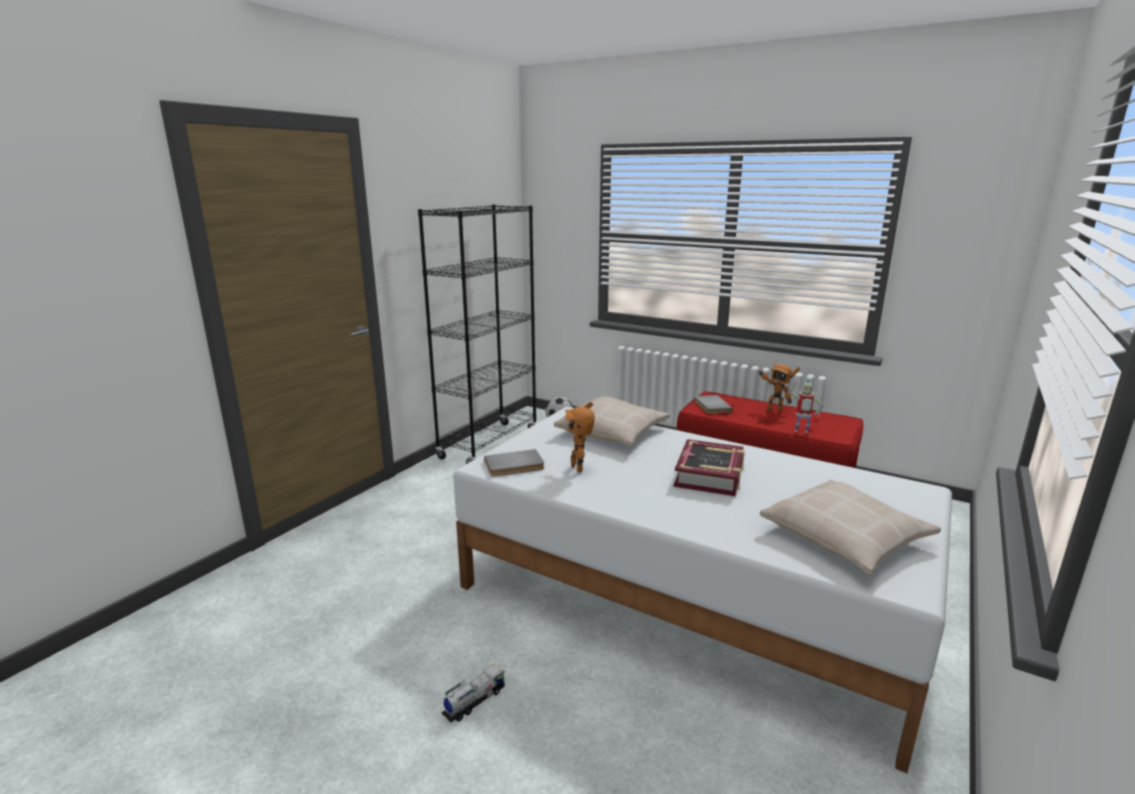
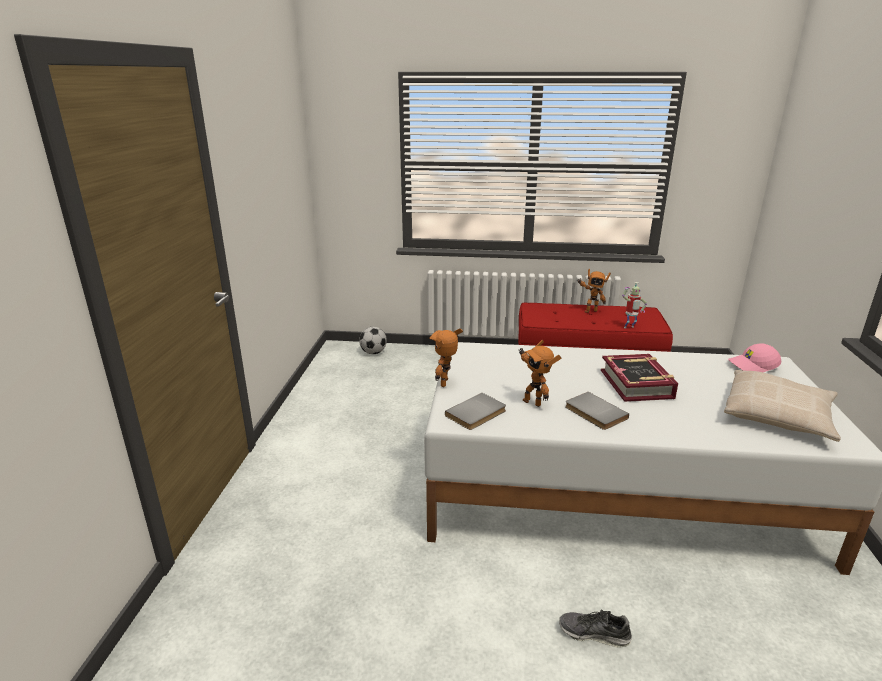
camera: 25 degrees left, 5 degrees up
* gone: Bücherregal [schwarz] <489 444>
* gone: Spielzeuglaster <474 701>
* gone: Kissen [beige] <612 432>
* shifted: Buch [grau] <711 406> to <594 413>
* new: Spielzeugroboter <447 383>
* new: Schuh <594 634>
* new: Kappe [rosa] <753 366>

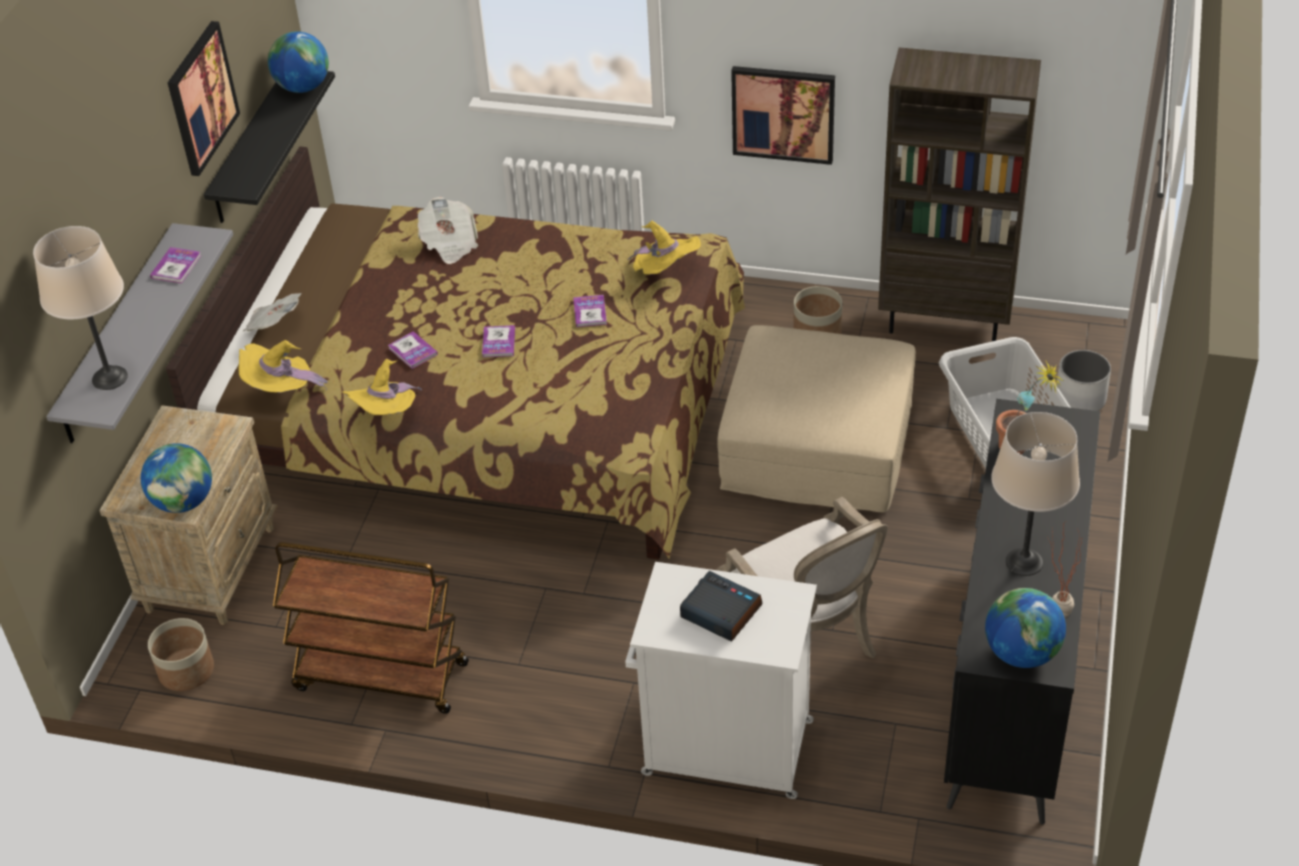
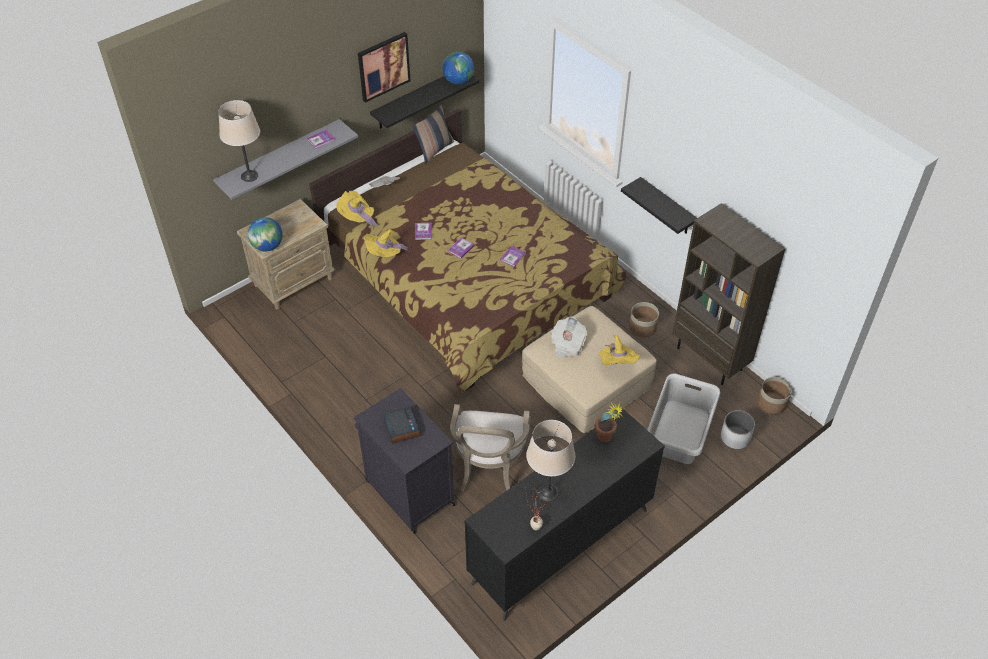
camera: 35 degrees right, 5 degrees up
* shifted: Pflanzkübel <187 670> to <772 403>
* gone: Rollwagen [braun] <379 677>
* shifted: Zeitung <449 244> to <567 344>
* repainted: Schrank [weiß] <724 748> to Schrank [schwarz] <408 491>
* shifted: Hut [gelb] <665 272> to <616 364>
* swapped: Bild <783 113> to Wandregal [schwarz] <667 207>
* gone: Globus <1021 653>
* new: Kissen <434 150>

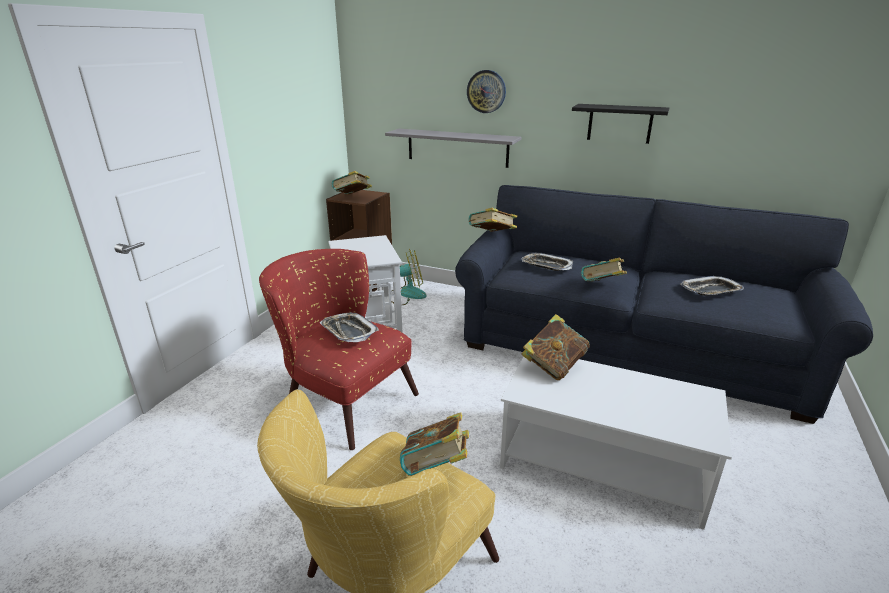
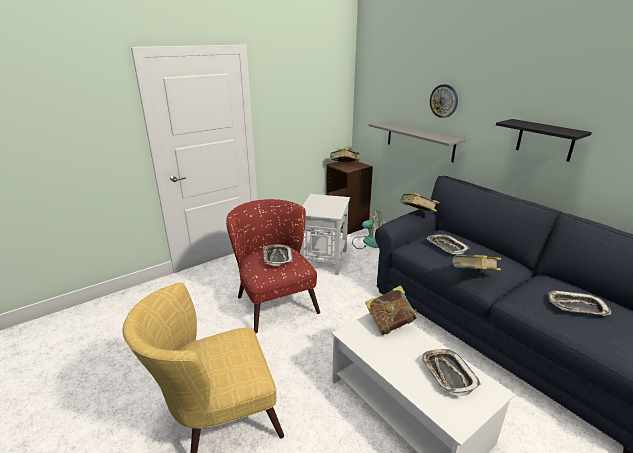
camera: 30 degrees right, 0 degrees up
* gone: Buch <436 468>
* new: Tablett <448 374>

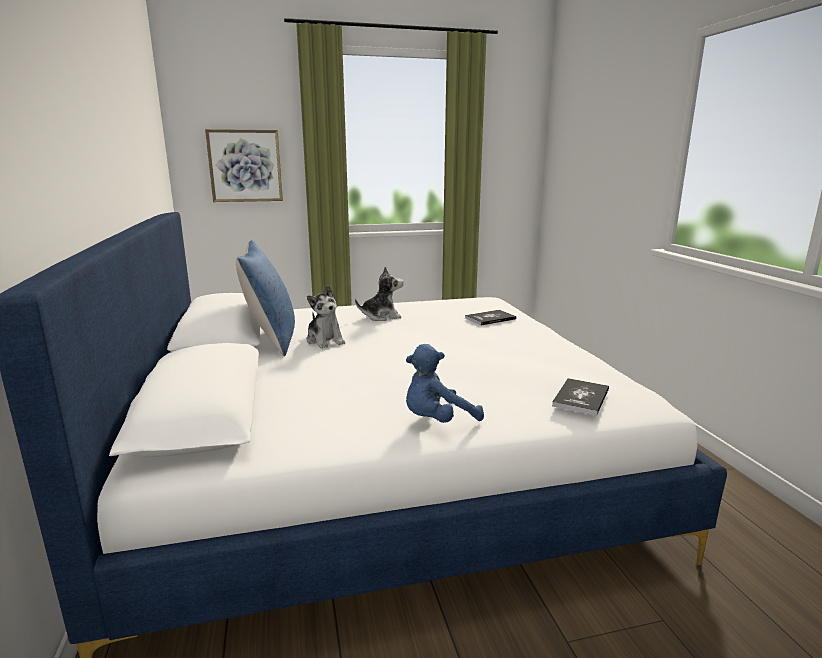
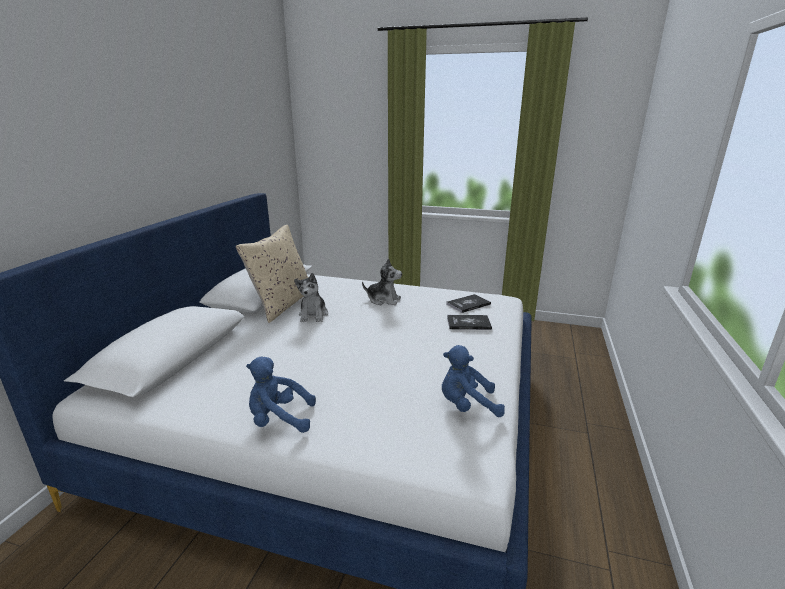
camera: 30 degrees right, 5 degrees up
* gone: Bild <245 166>
* repainted: Kissen [blau] <271 339> to Kissen [beige] <282 304>
* shifted: Buch <581 398> to <468 304>
* new: Plüschtier [blau] <467 406>

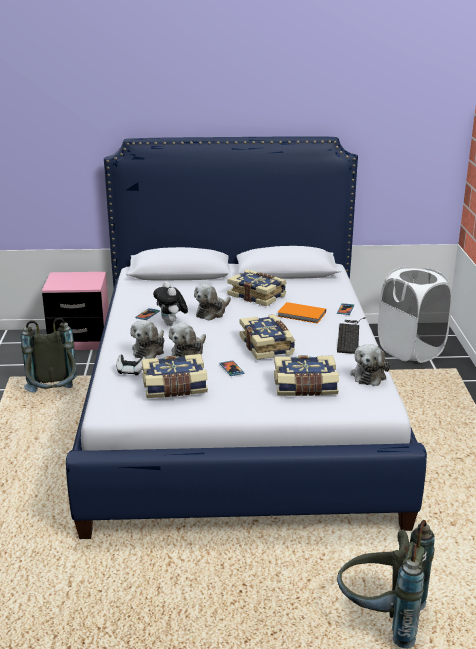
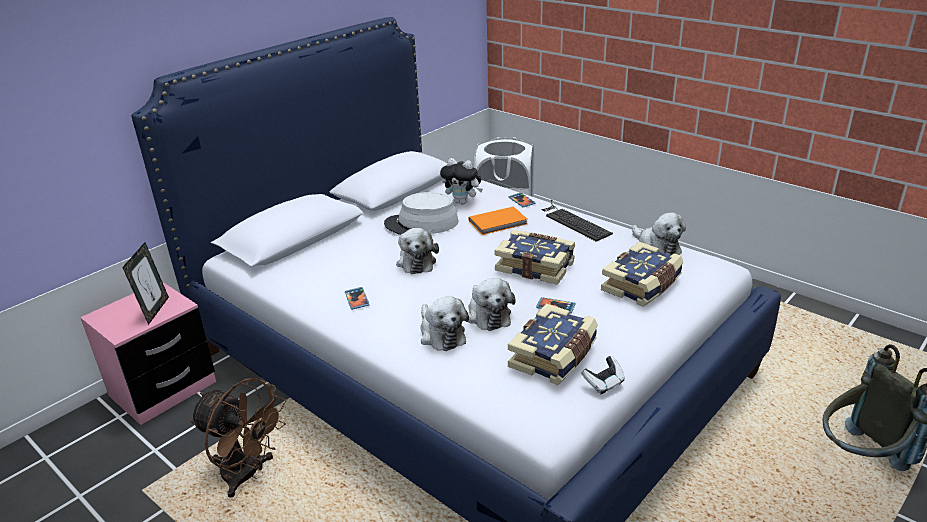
camera: 45 degrees left, 5 degrees up
* swapped: Rucksack [grau] <54 397> to Ventilator [braun] <248 475>
* shifted: Gamepad <130 371> to <603 383>
* shifted: Plüschtier <171 324> to <463 202>
* swapped: Buch <257 295> to Hut [grau] <421 224>
* new: Bilderrahmen <155 310>

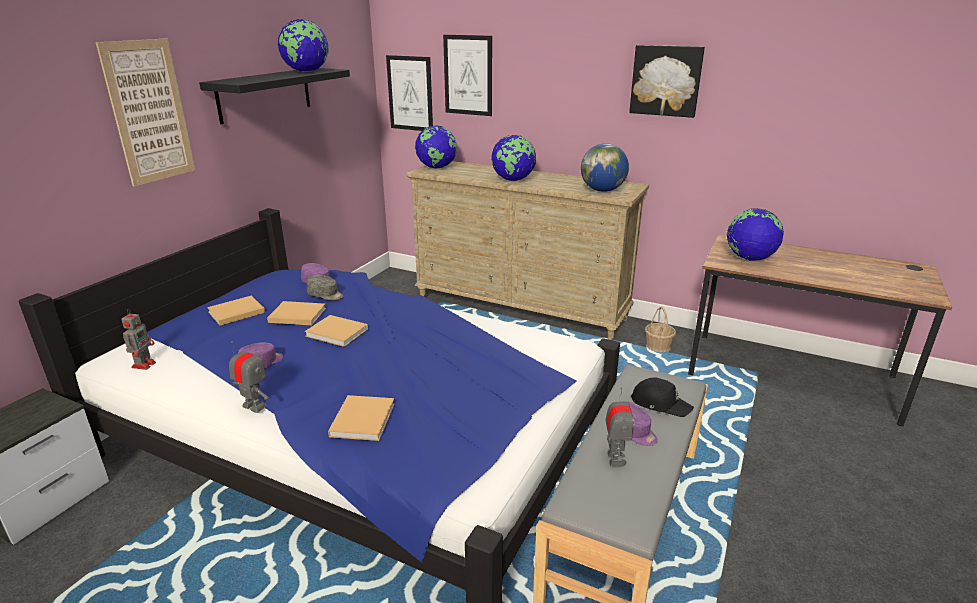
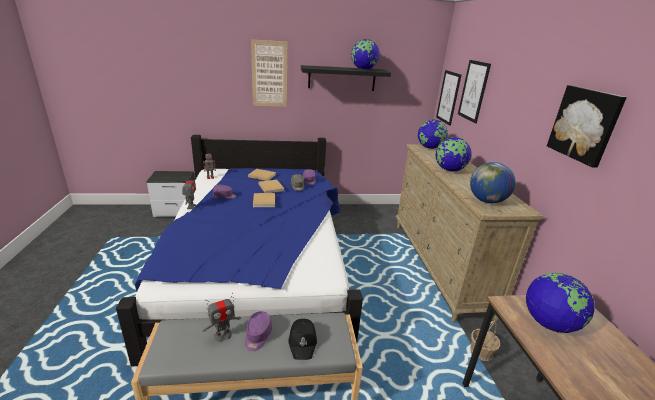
camera: 55 degrees right, 0 degrees up
* gone: Buch [beige] <363 418>

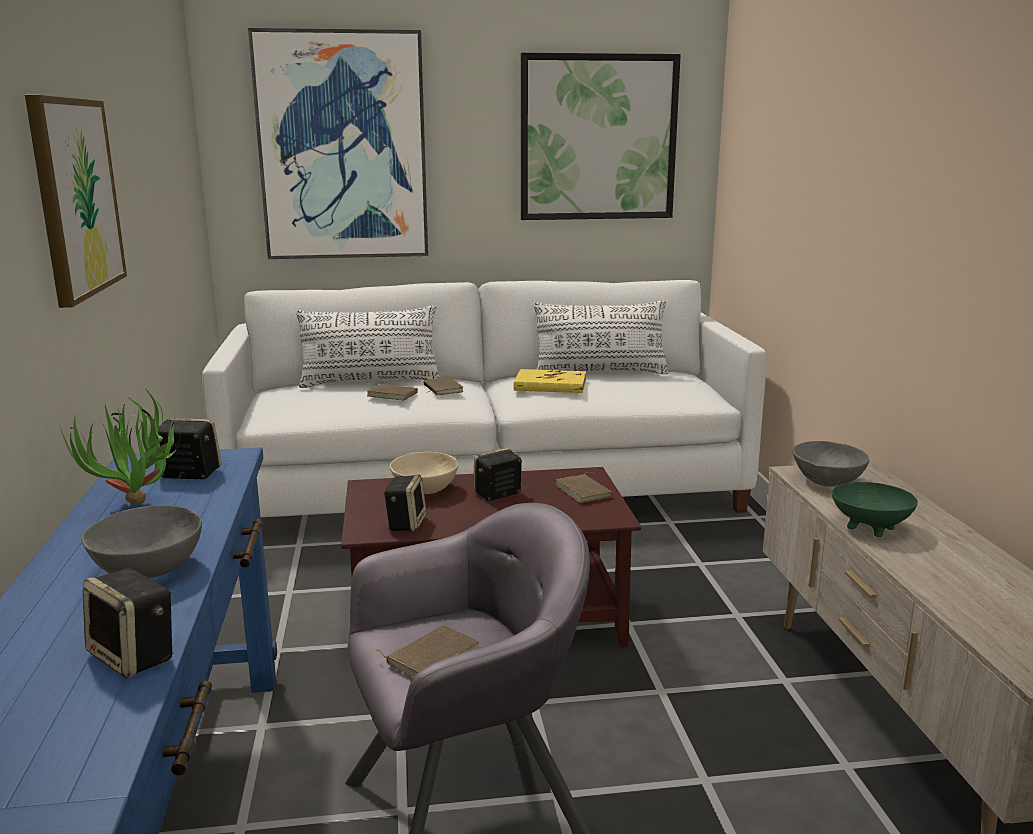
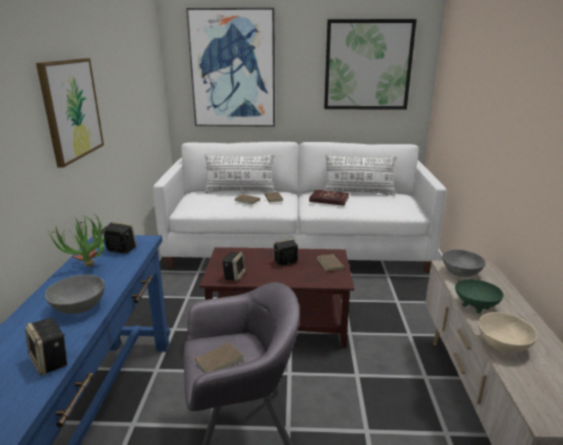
camera: 10 degrees right, 5 degrees up
* shifted: Schüssel [beige] <425 489> to <503 345>
* repainted: Buch [gelb] <550 385> to Buch [rot] <329 199>

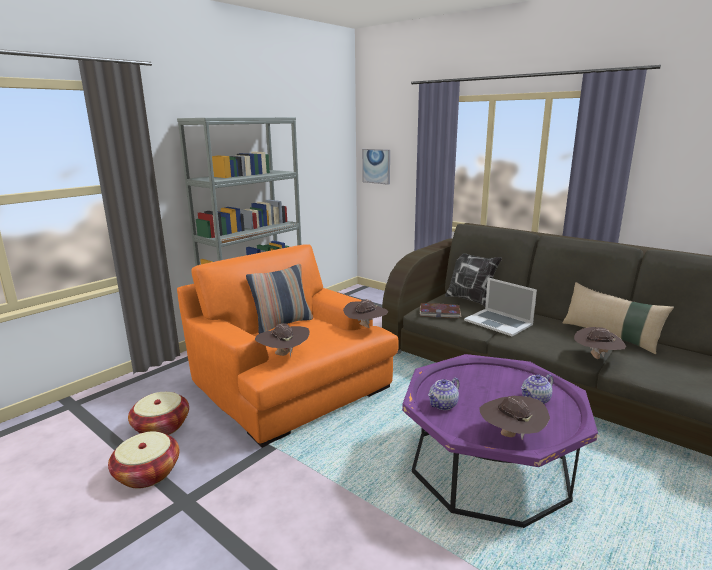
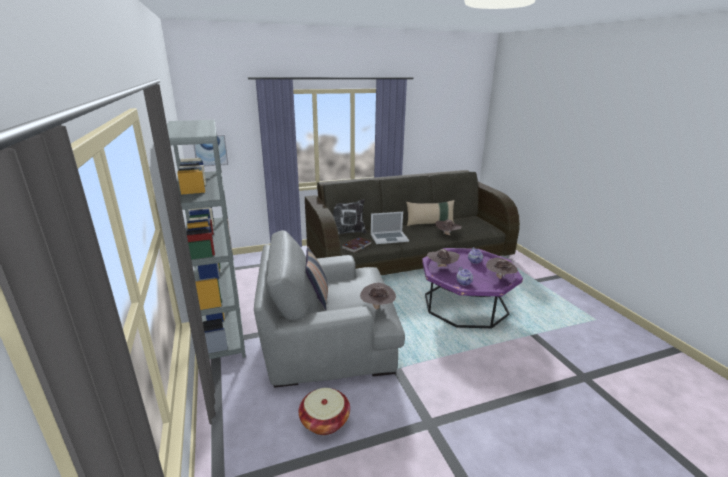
camera: 60 degrees left, 5 degrees up
* gone: Korb <147 473>
* repainted: Sessel [orange] <290 385> to Sessel [grau] <328 339>
* shifted: Hut [braun] <365 327> to <441 267>

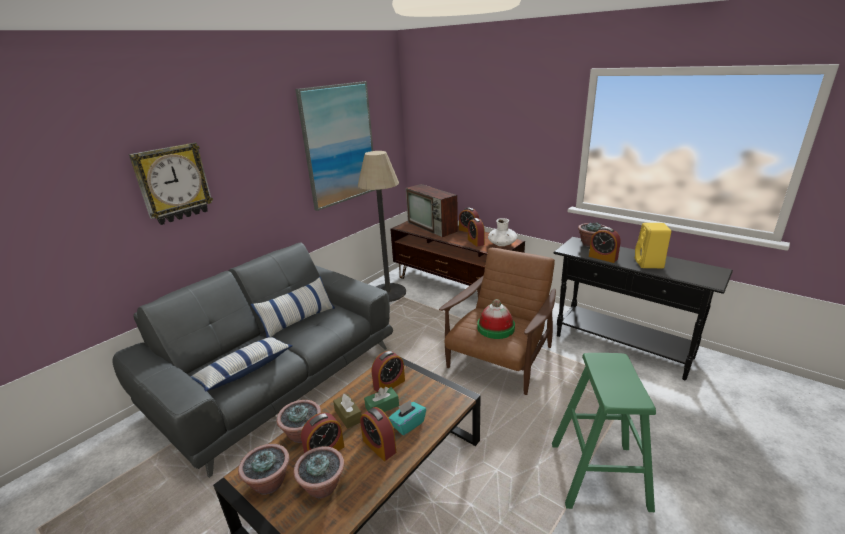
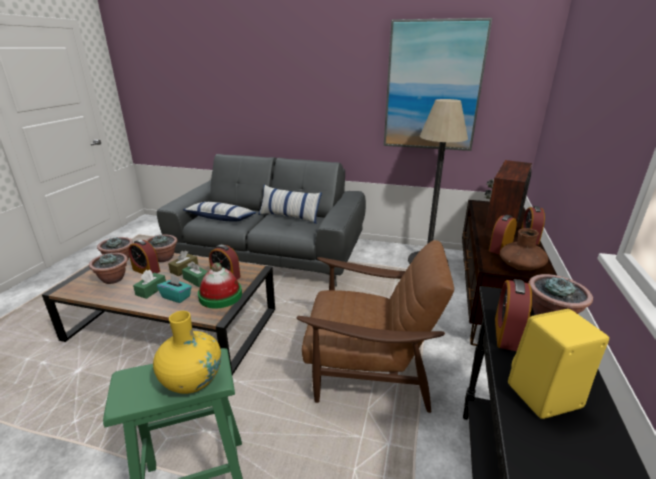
camera: 65 degrees right, 0 degrees up
* gone: Wanduhr <173 183>
* swapped: Wecker <379 446> to Taschentuchbox [grün] <151 290>
* shifted: Hut <495 328> to <220 296>
* repainted: Vase [weiß] <502 244> to Vase [braun] <520 266>
* new: Vase [gelb] <192 380>

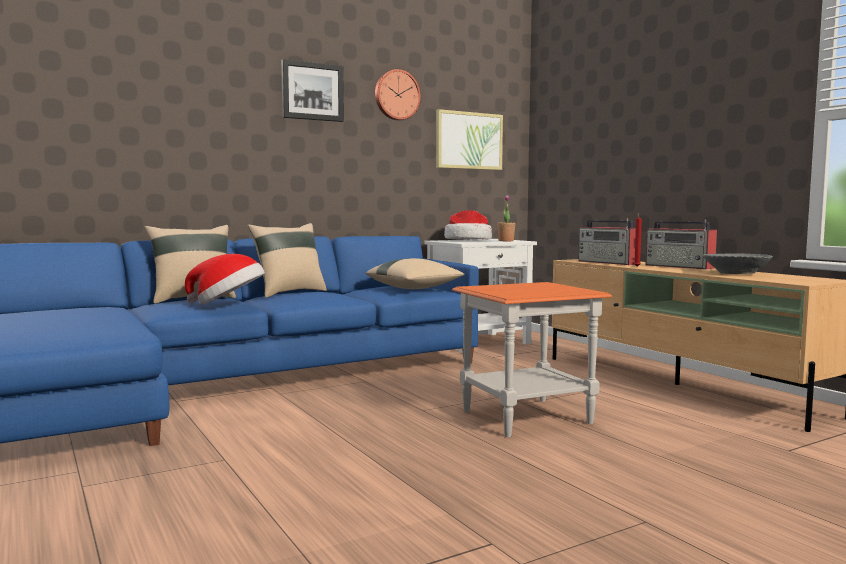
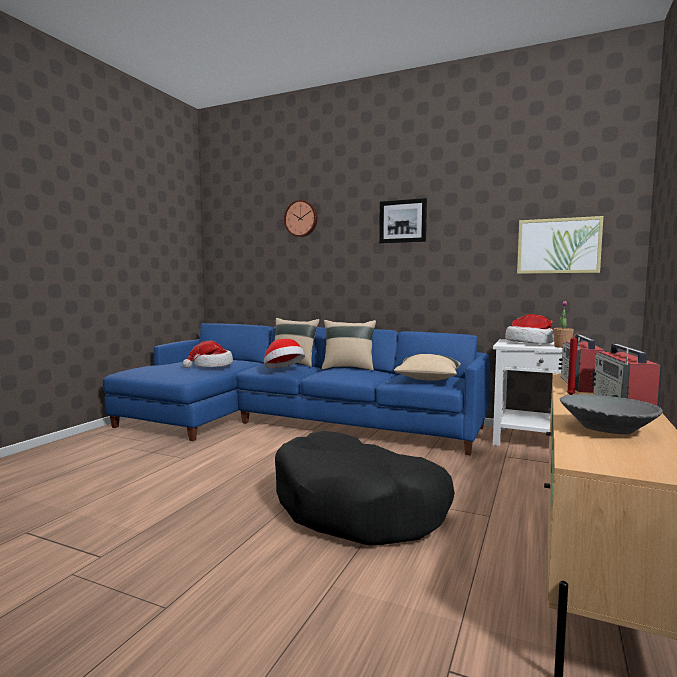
camera: 55 degrees right, 0 degrees up
* shifted: Wanduhr <396 95> to <301 219>
* swapped: Beistelltisch [orange] <525 417> to Hundebett [schwarz] <359 507>
* new: Hut <211 366>

